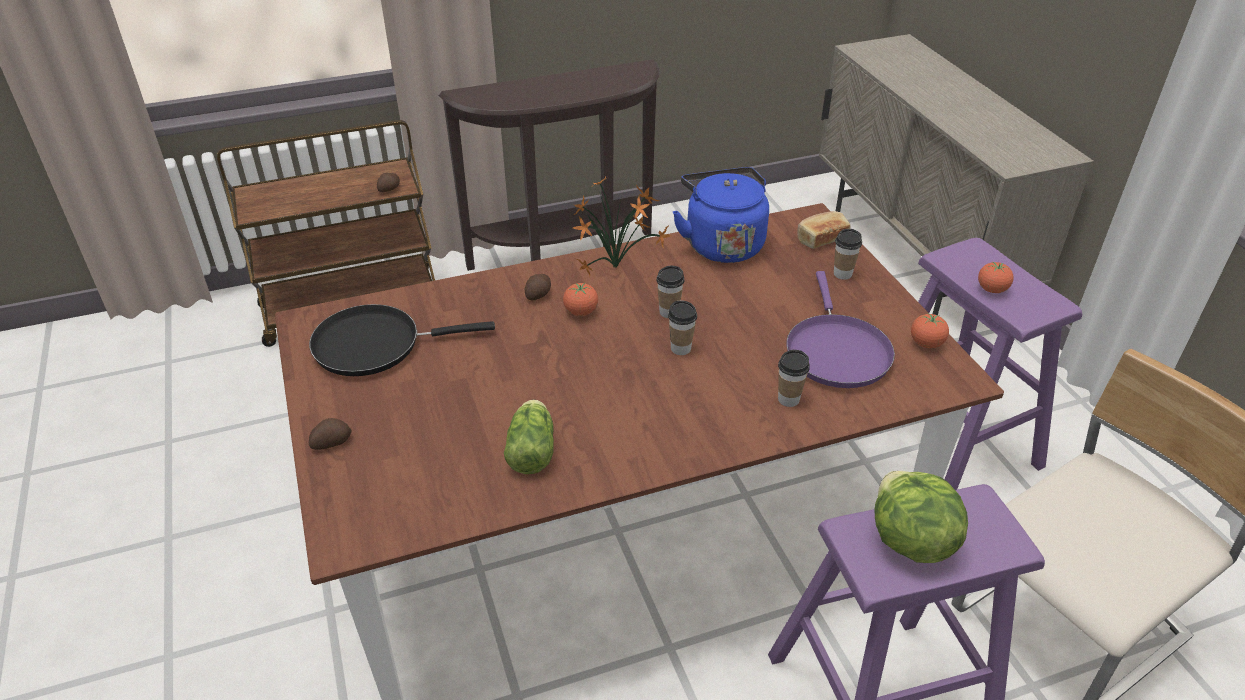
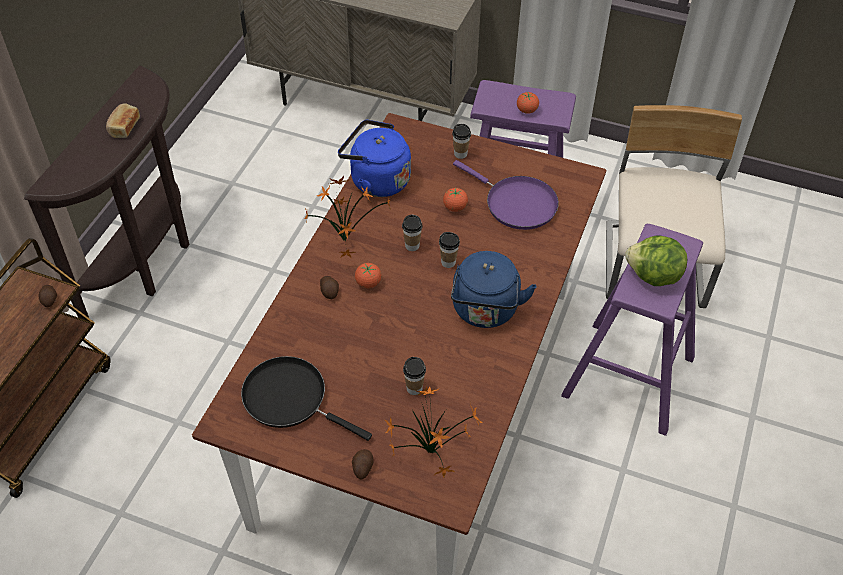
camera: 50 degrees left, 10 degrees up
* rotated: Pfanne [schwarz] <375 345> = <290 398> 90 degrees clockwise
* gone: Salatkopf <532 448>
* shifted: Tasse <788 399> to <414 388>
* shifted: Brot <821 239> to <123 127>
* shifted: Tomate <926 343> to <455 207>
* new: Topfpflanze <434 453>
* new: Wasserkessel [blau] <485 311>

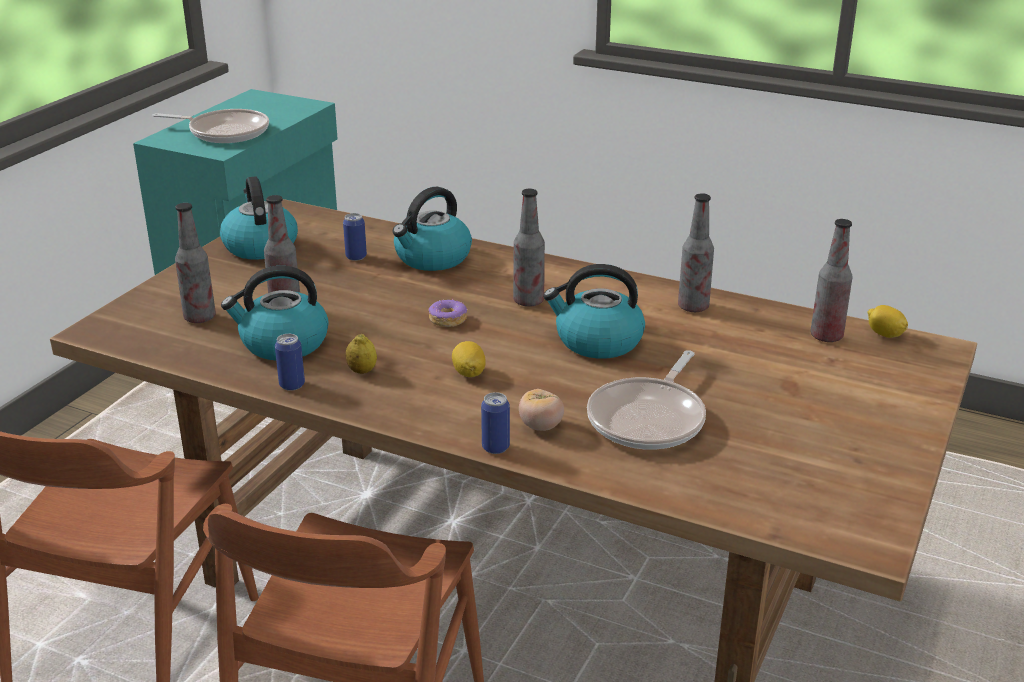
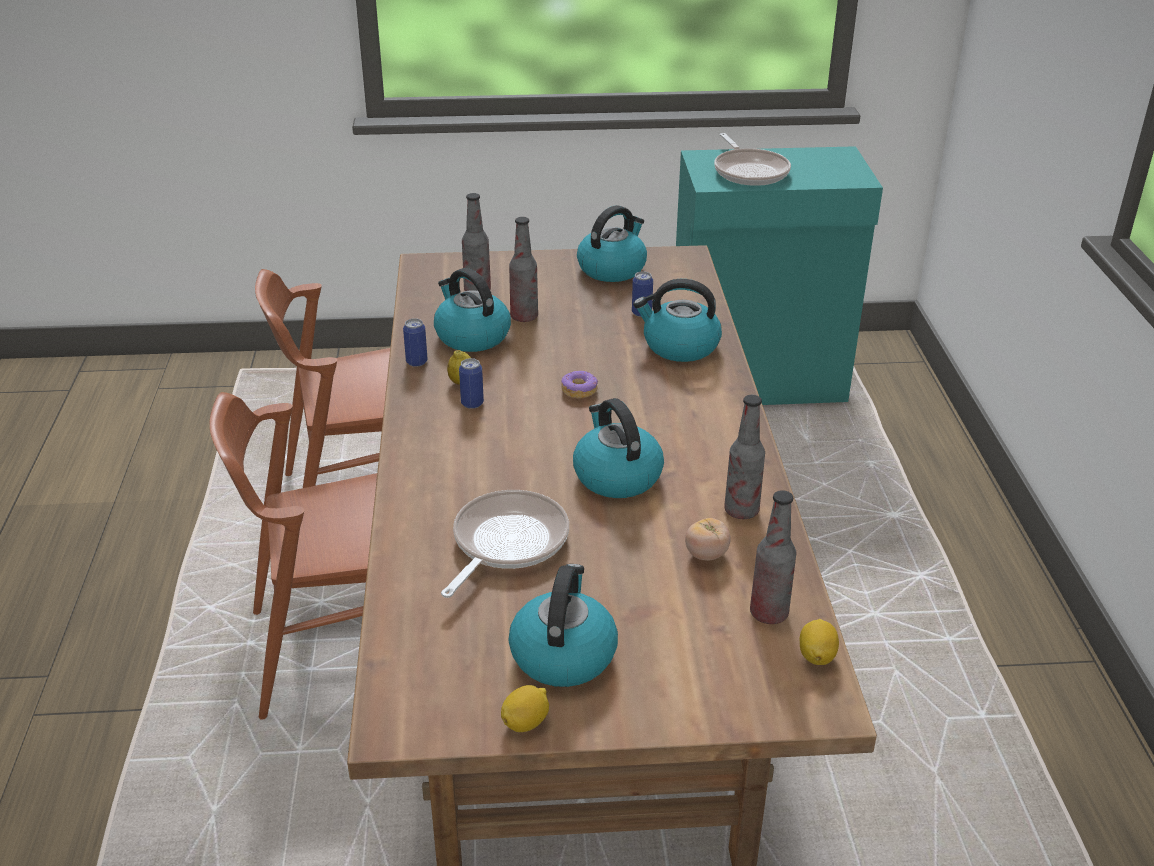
camera: 60 degrees right, 5 degrees up
* shifted: Zitrone <469 373> to <525 722>
* shifted: Dose <495 447> to <472 403>
* gone: Flasche <528 301>
* shifted: Tomate <541 426> to <706 554>
* rotated: Pfanne <649 418> = <506 543> 120 degrees clockwise
* new: Wasserkessel <563 654>

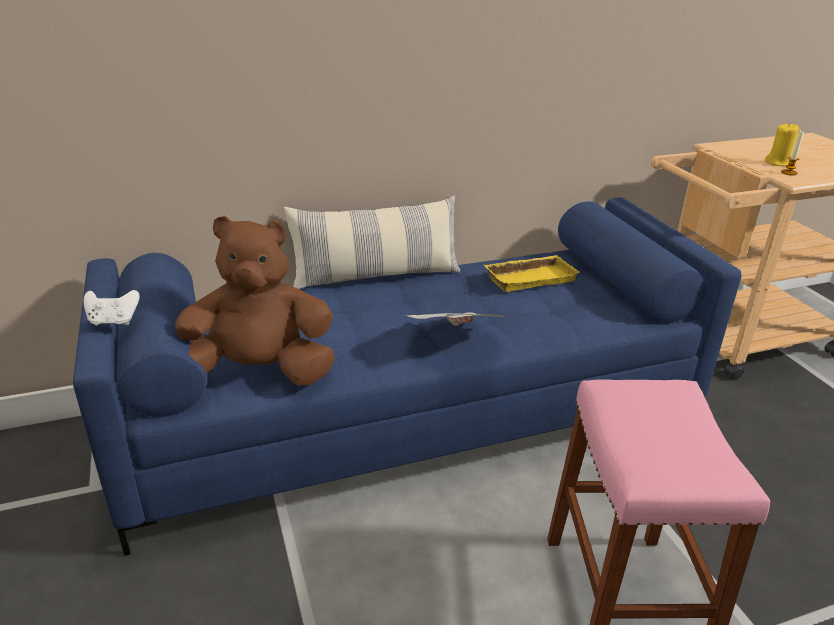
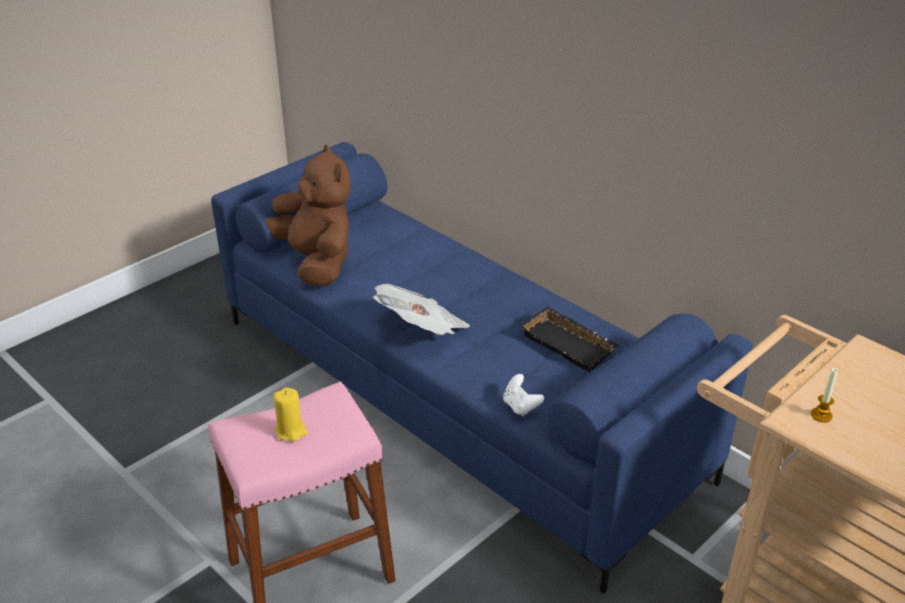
camera: 65 degrees right, 5 degrees up
* shifted: Gamepad [weiß] <114 321> to <520 406>
* gone: Kissen <376 276>
* repainted: Tablett [gelb] <530 277> to Tablett [schwarz] <570 344>
* shifted: Kerze [gelb] <778 163> to <291 431>

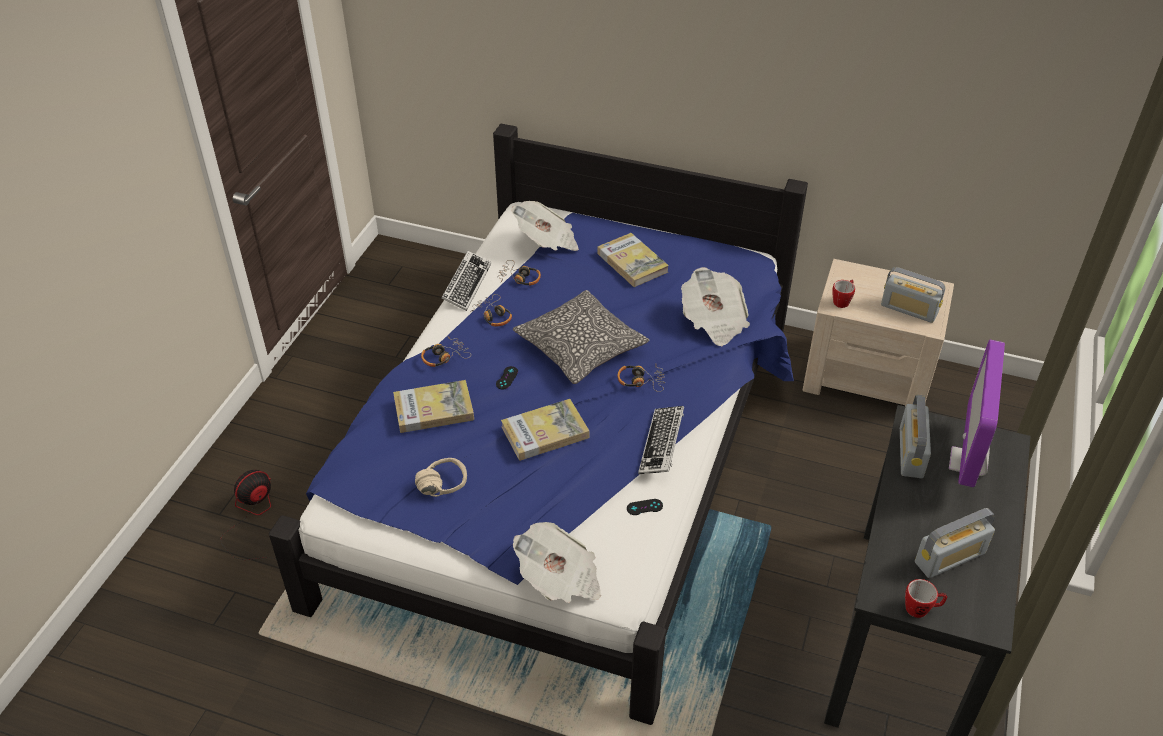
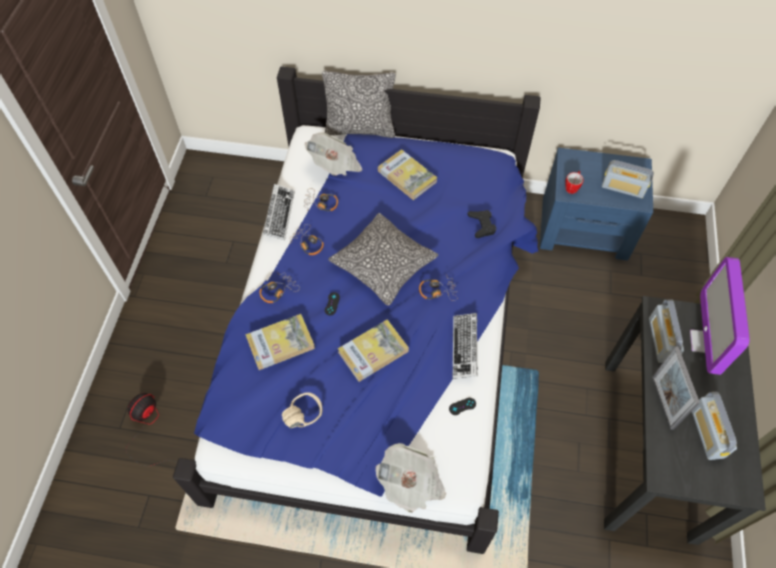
camera: 10 degrees left, 15 degrees up
* swapped: Zeitung <713 321> to Gamepad [schwarz] <482 225>
* repainted: Nachttisch [beige] <868 376> to Nachttisch [blau] <585 228>
* gone: Henkelbecher <921 609>
* rotated: Radio <950 558> = <707 433> 120 degrees clockwise
* new: Kissen <360 129>
* new: Bilderrahmen <662 402>

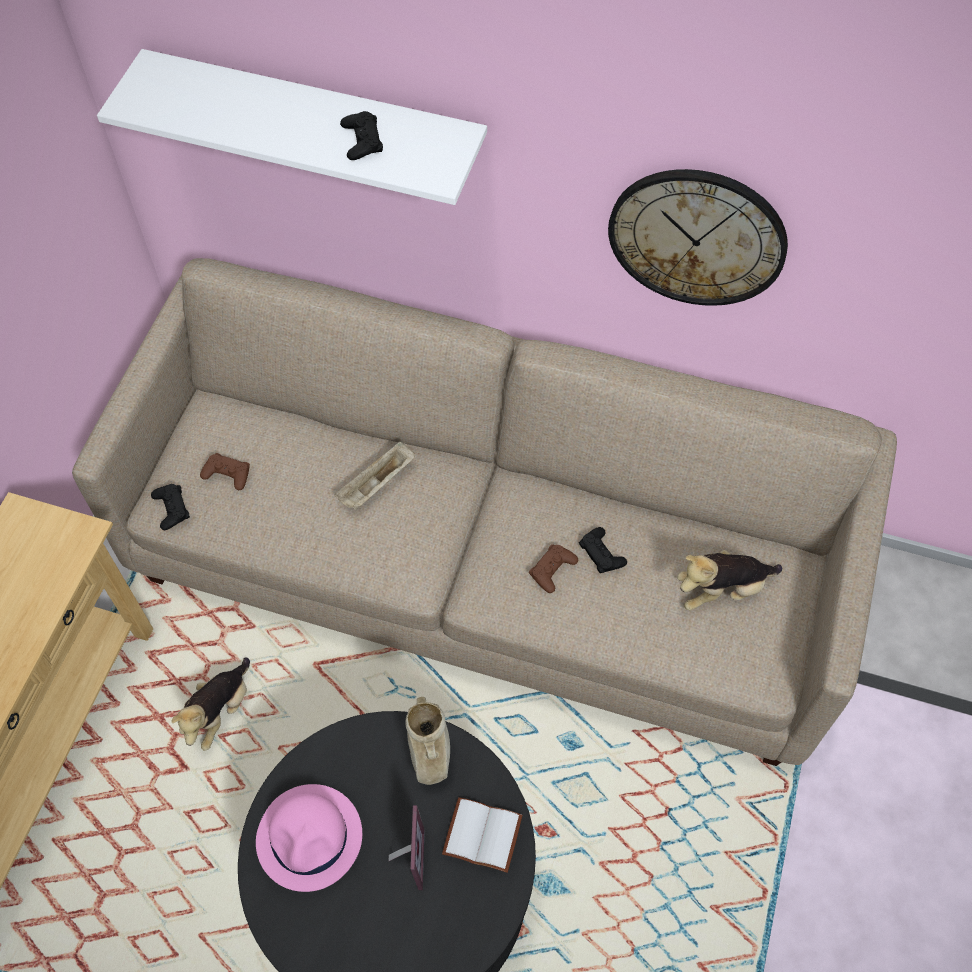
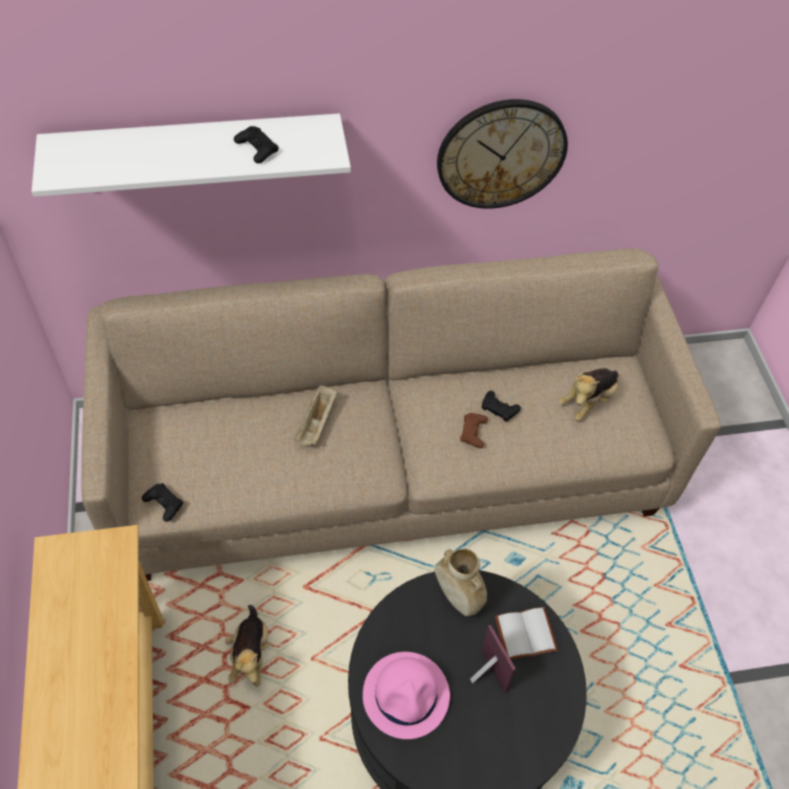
camera: 30 degrees left, 5 degrees down
* gone: Gamepad [braun] <227 474>

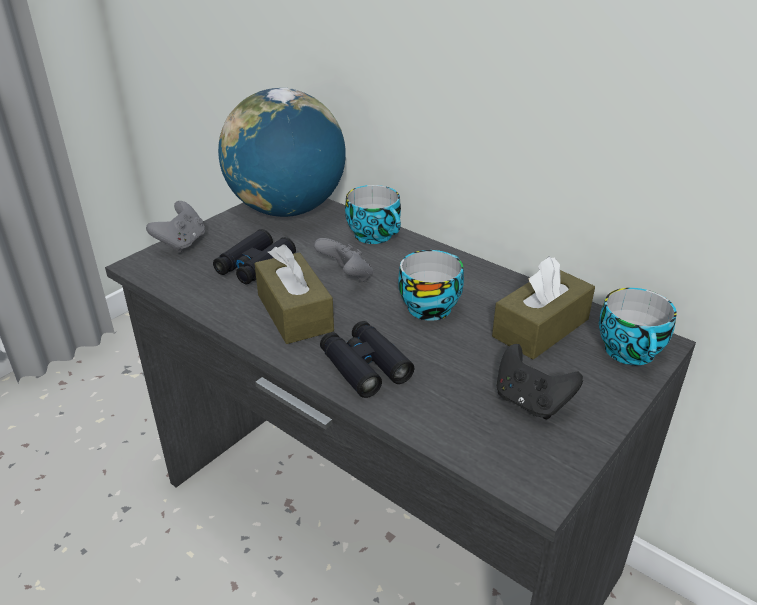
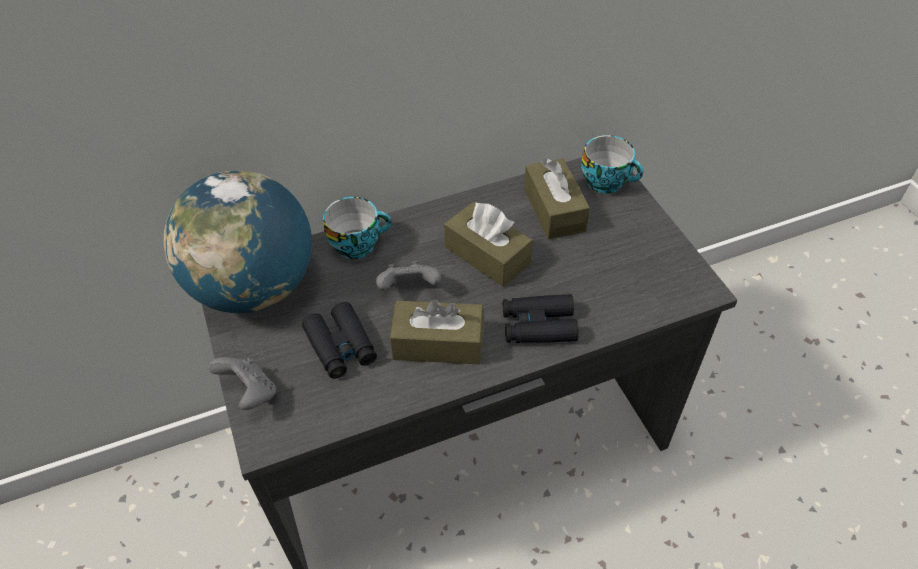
camera: 60 degrees left, 15 degrees up
* swapped: Tasse <430 305> to Taschentuchbox [braun] <487 255>
* gone: Gamepad [schwarz] <530 402>

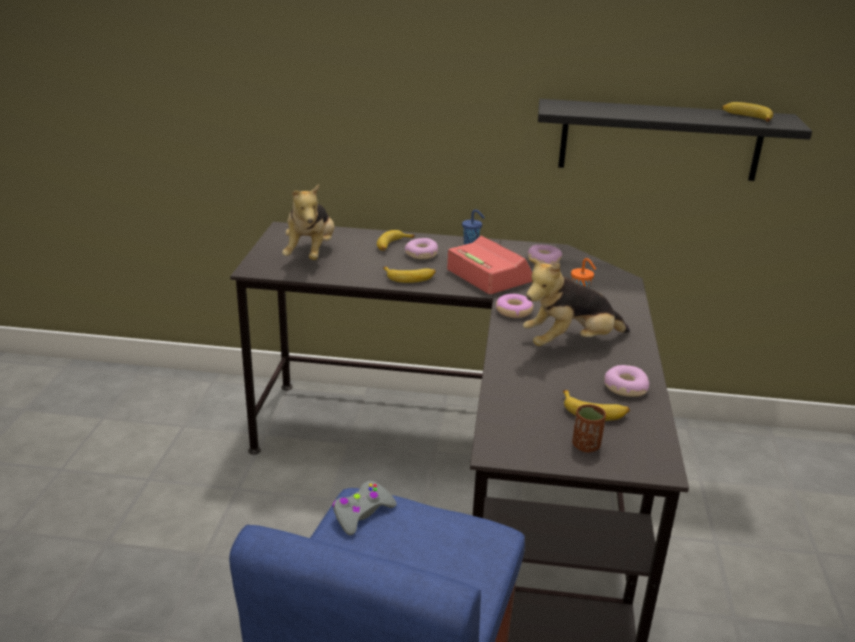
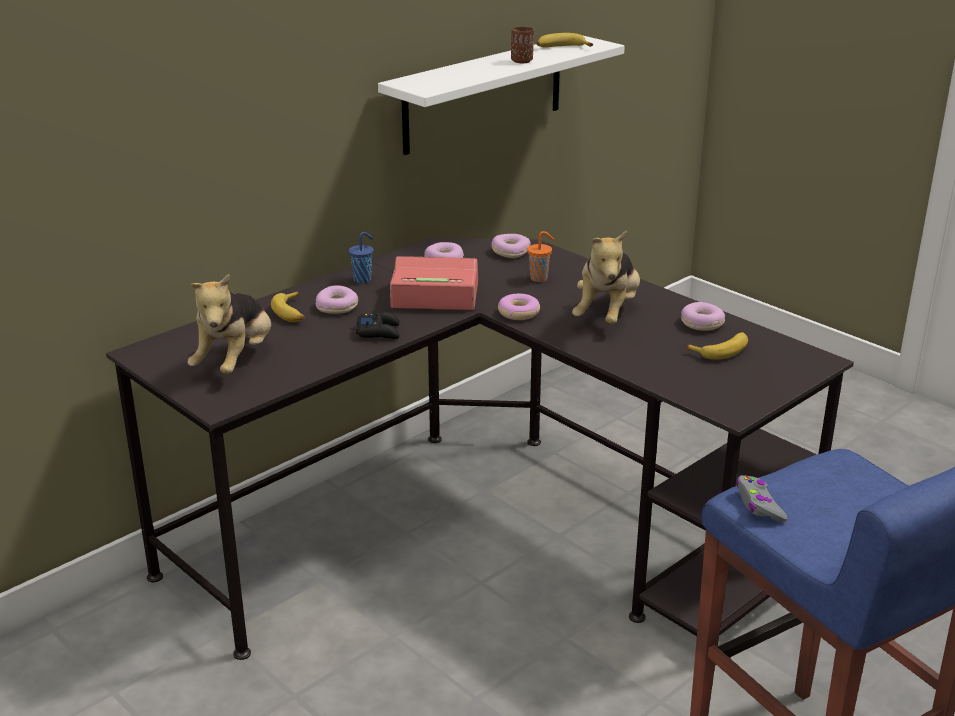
camera: 50 degrees left, 0 degrees up
* rotated: Plüschtier <311 254> = <236 361> 60 degrees clockwise
* swapped: Banane <410 277> to Gamepad [schwarz] <379 332>
* repainted: Wandregal [schwarz] <660 140> to Wandregal [weiß] <484 94>
* shifted: Tasse [braun] <586 446> to <522 61>
* new: Donut <510 252>

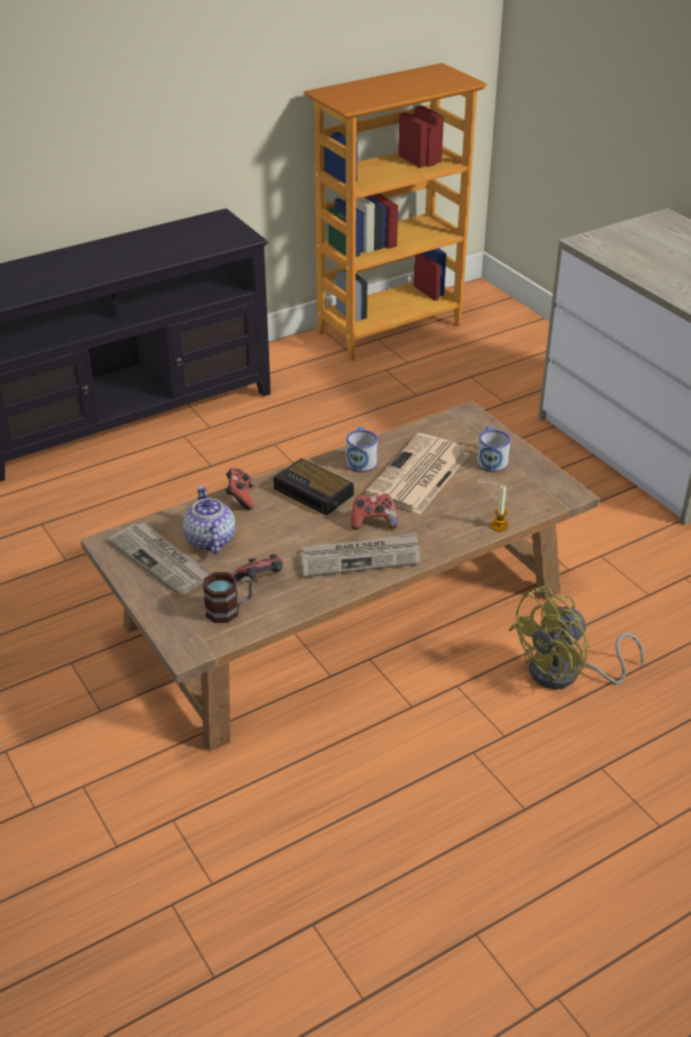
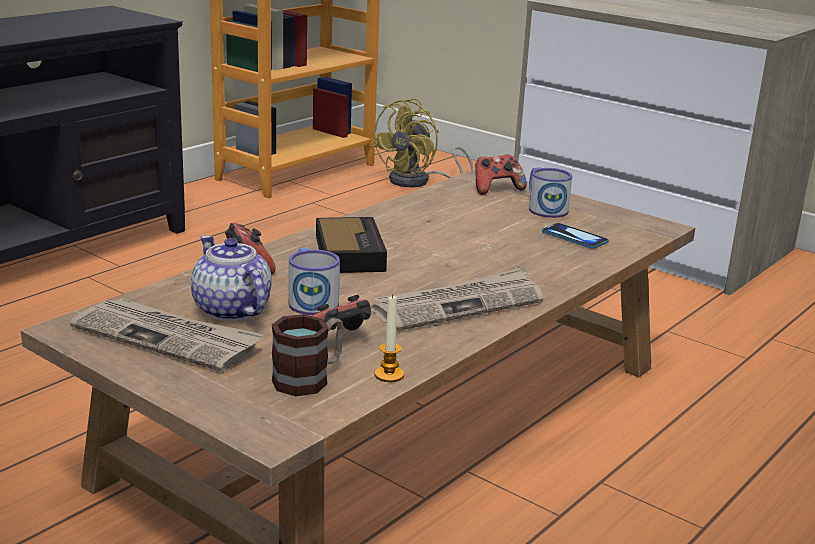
camera: 20 degrees left, 15 degrees down
* rotated: Wecker <315 492> = <349 252> 120 degrees counterclockwise
* shifted: Henkelbecher <361 459> to <311 300>
* shifted: Gamepad <373 522> to <496 189>
* gone: Zeitung <418 475>
* shifted: Kerze <499 526> to <389 375>
* shifted: Ventilator [gelb] <565 674> to <418 181>
* new: Handy <574 238>

